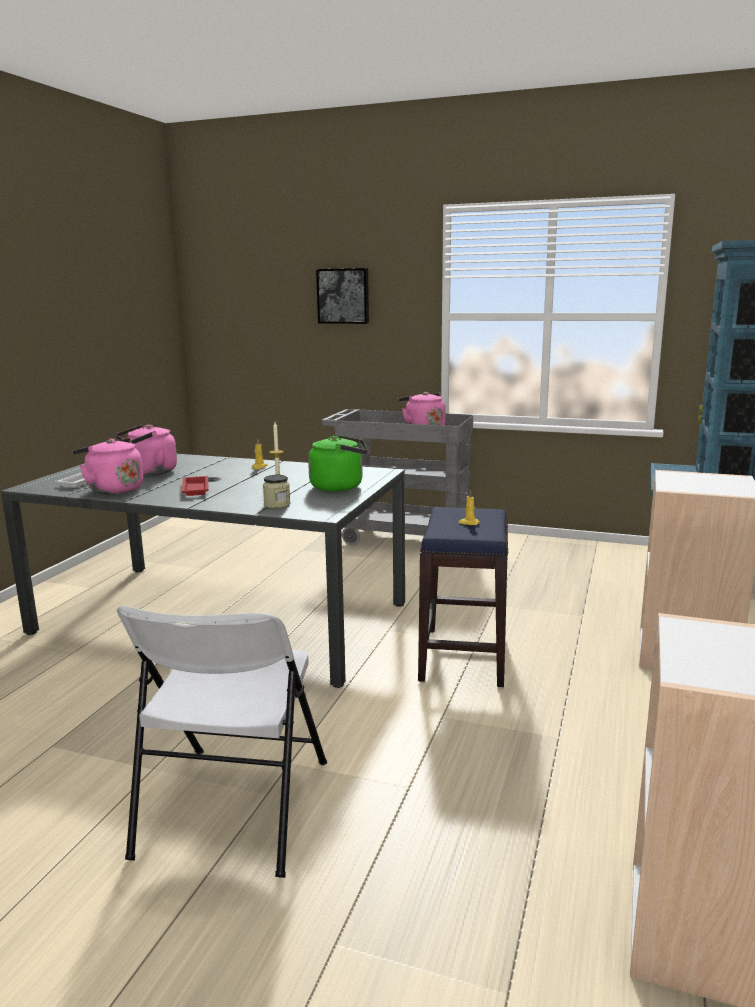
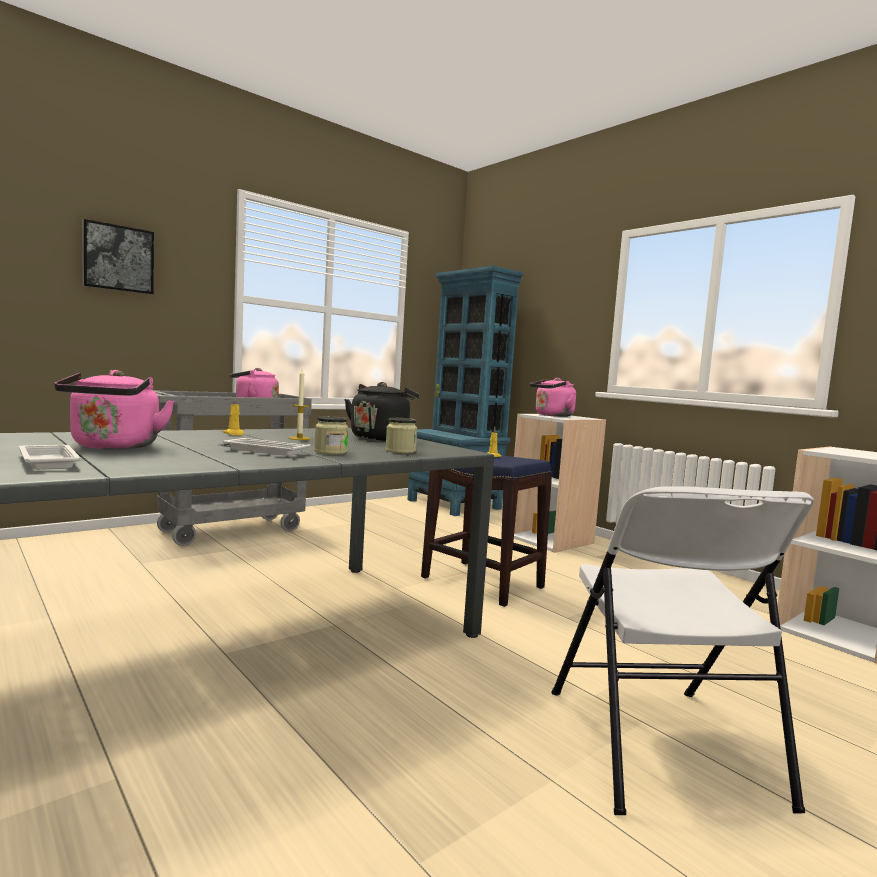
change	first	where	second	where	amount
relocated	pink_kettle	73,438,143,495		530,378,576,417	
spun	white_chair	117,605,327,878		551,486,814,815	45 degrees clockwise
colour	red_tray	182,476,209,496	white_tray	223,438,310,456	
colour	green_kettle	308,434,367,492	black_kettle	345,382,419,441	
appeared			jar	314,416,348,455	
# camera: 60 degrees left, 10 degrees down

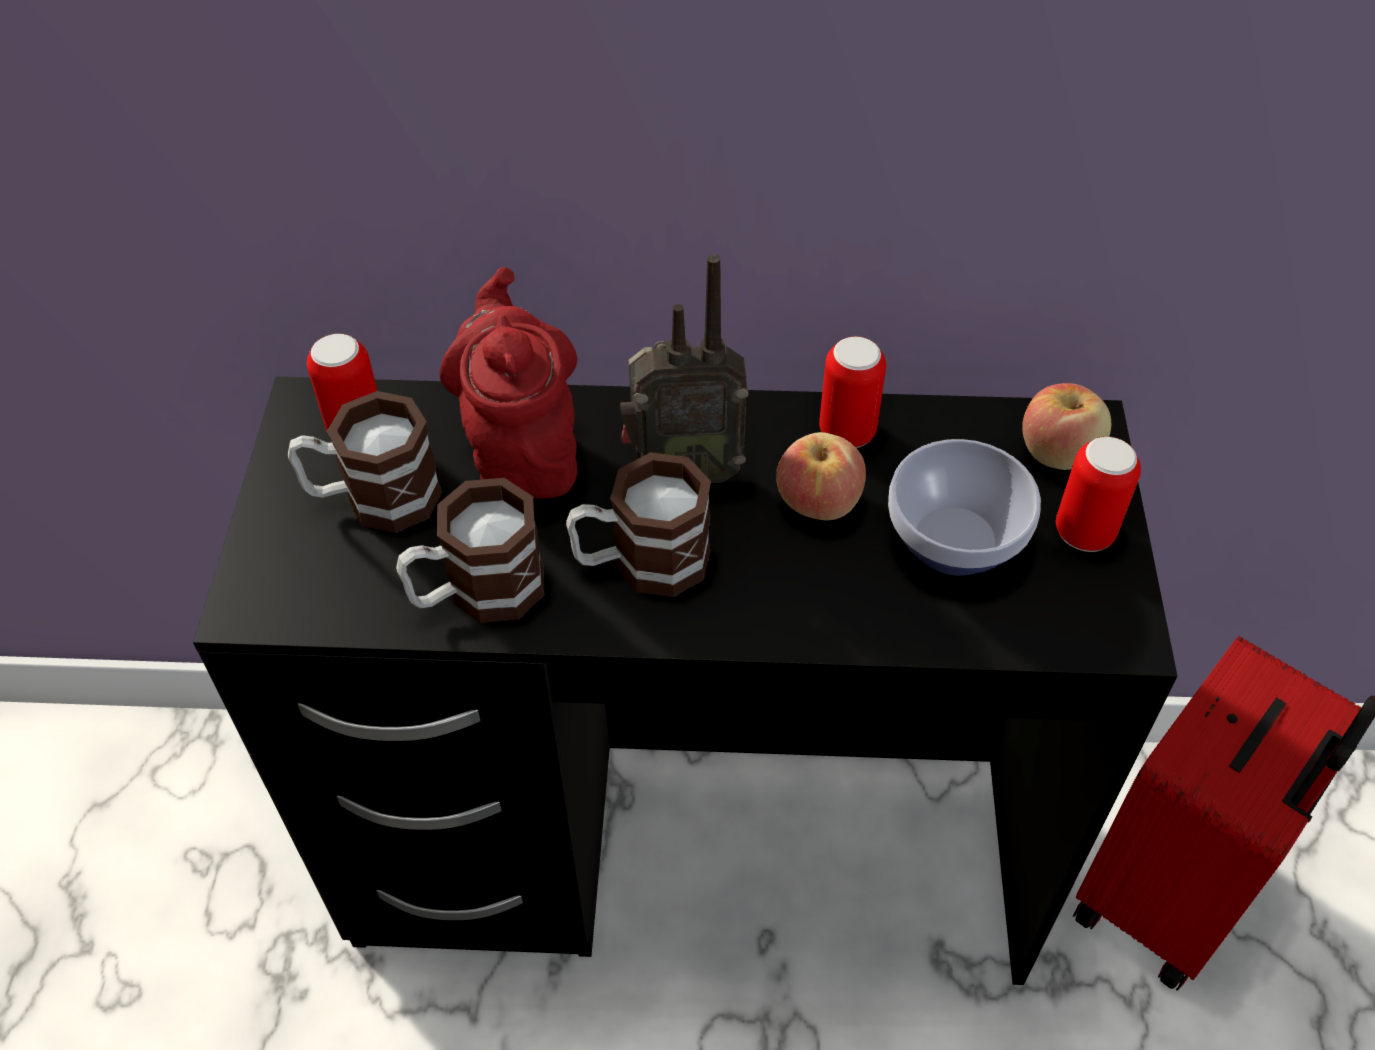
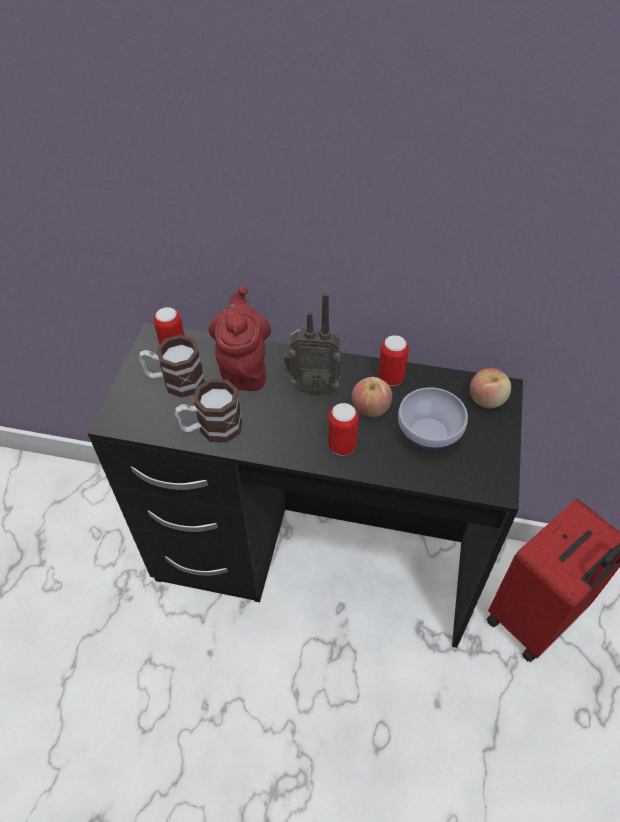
change	first	where	second	where	amount
missing	mug	566,452,711,597			
relocated	can	1056,436,1141,552		328,403,359,456	
# camera: 10 degrees right, 0 degrees up

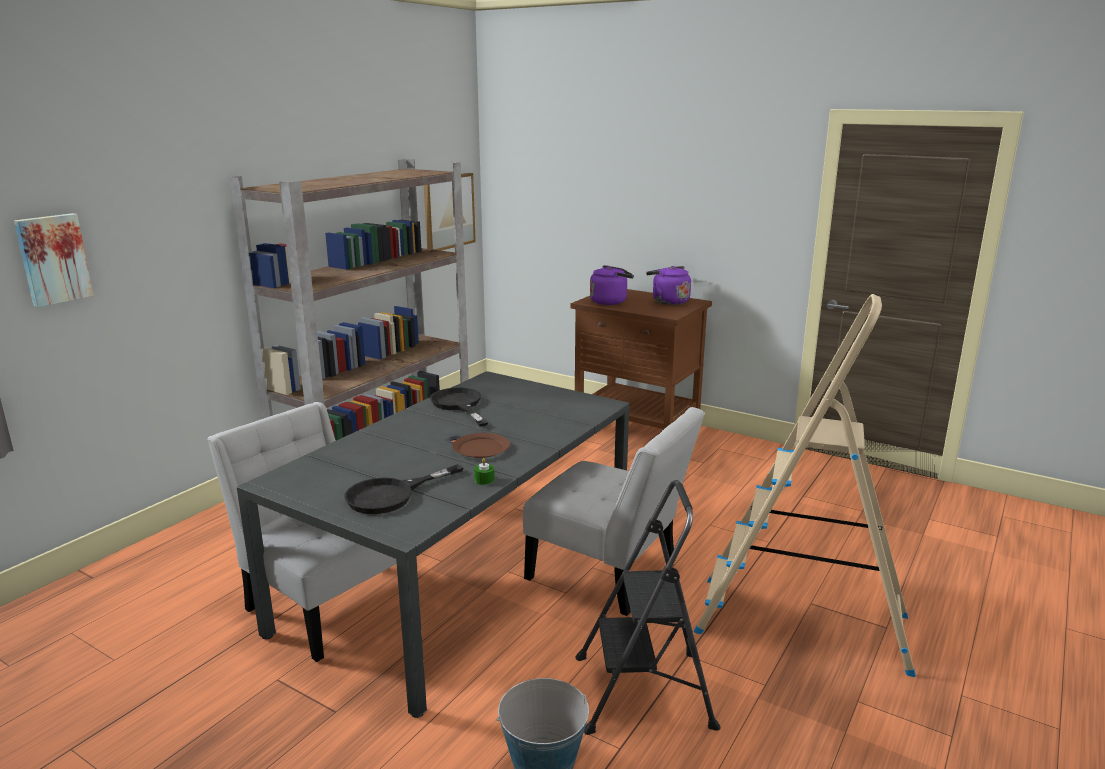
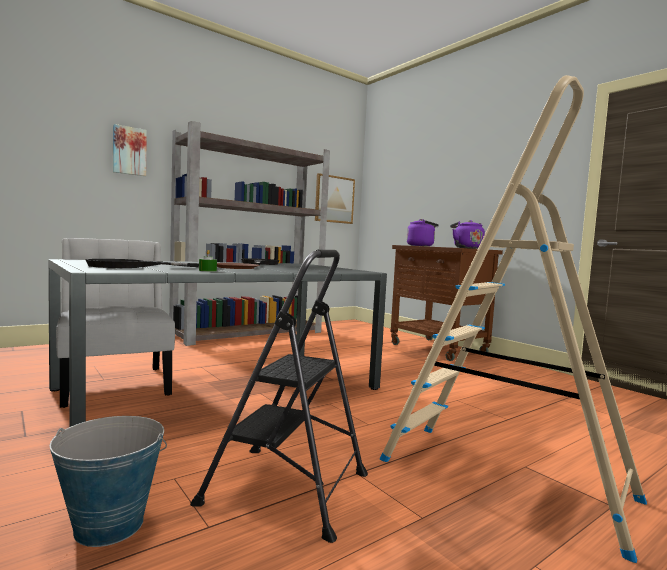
change	first	where	second	where	amount
relocated	picture	14,213,94,307		113,124,147,176	
missing	white_chair	523,407,705,616			
# camera: 20 degrees right, 15 degrees down

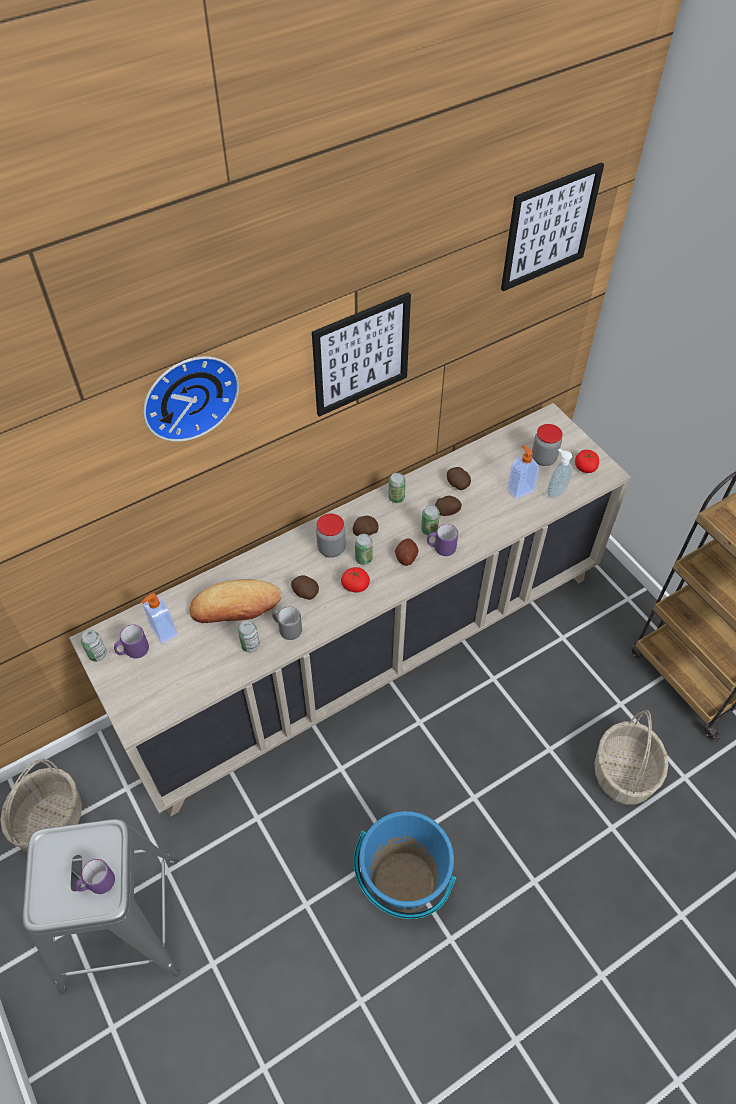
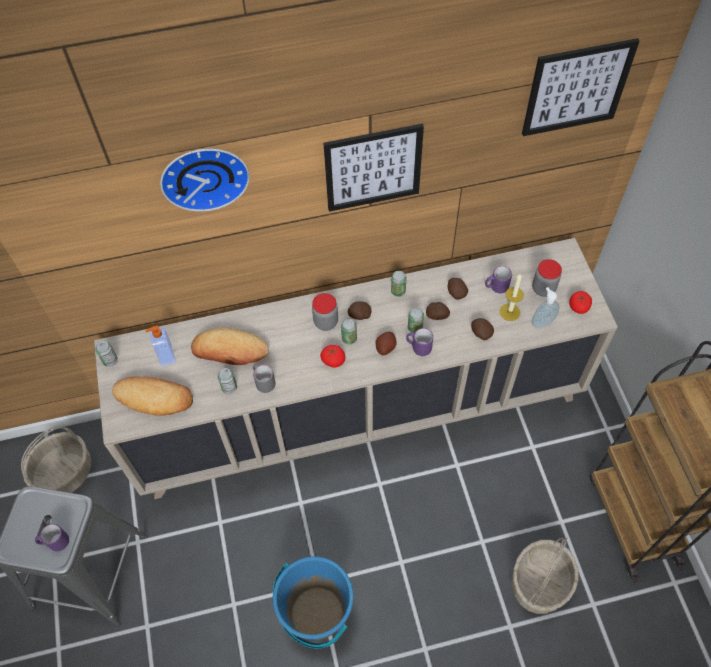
change	first	where	second	where	amount
relocated	purple_mug	114,625,149,658		485,266,512,294	
relocated	potato	291,575,319,600		471,318,494,340	
exchanged	soap_dispenser	507,445,539,499	candle	500,274,524,321	
appeared			bread	112,376,193,416	
# camera: 20 degrees right, 5 degrees up

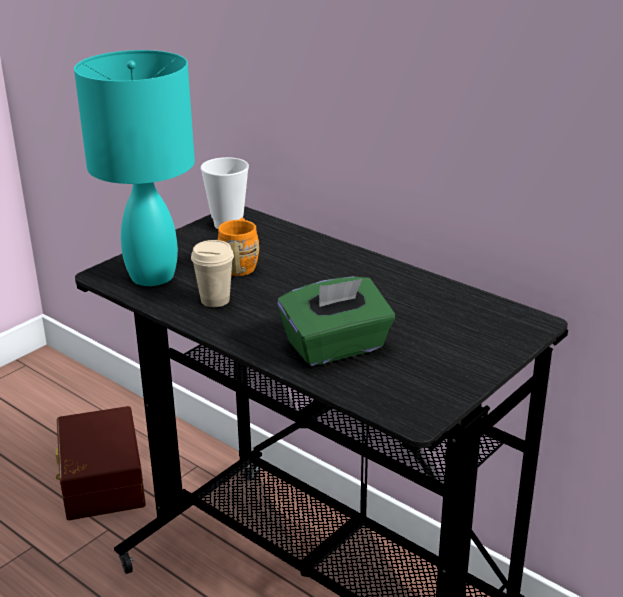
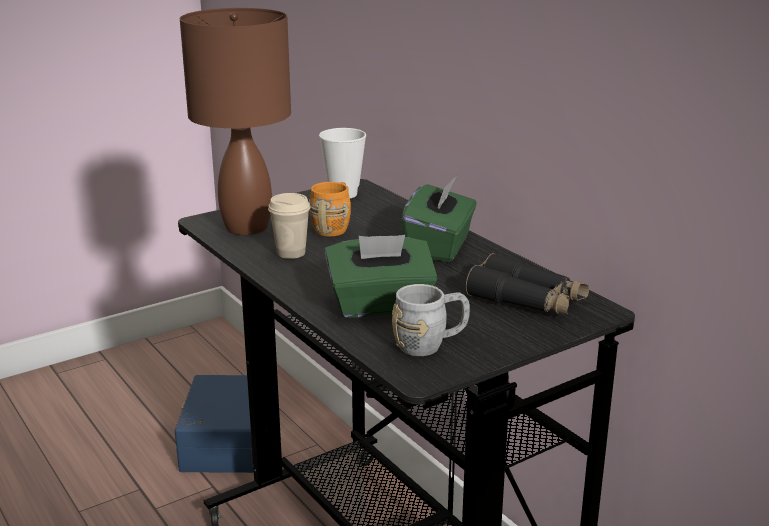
change	first	where	second	where	amount
colour	brown_storage_box	55,406,146,520	blue_storage_box	175,375,254,473	
colour	turquoise_table_lamp	74,50,195,286	brown_table_lamp	180,8,291,235	
appeared			grey_mug	392,284,470,356	
appeared			green_tissue_box	401,175,477,262	
appeared			black_binoculars	465,253,589,315	
# camera: 15 degrees right, 5 degrees down

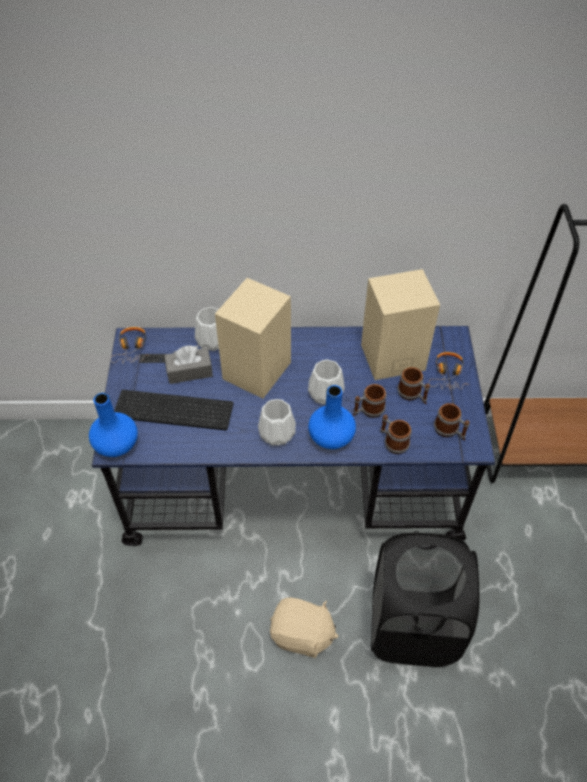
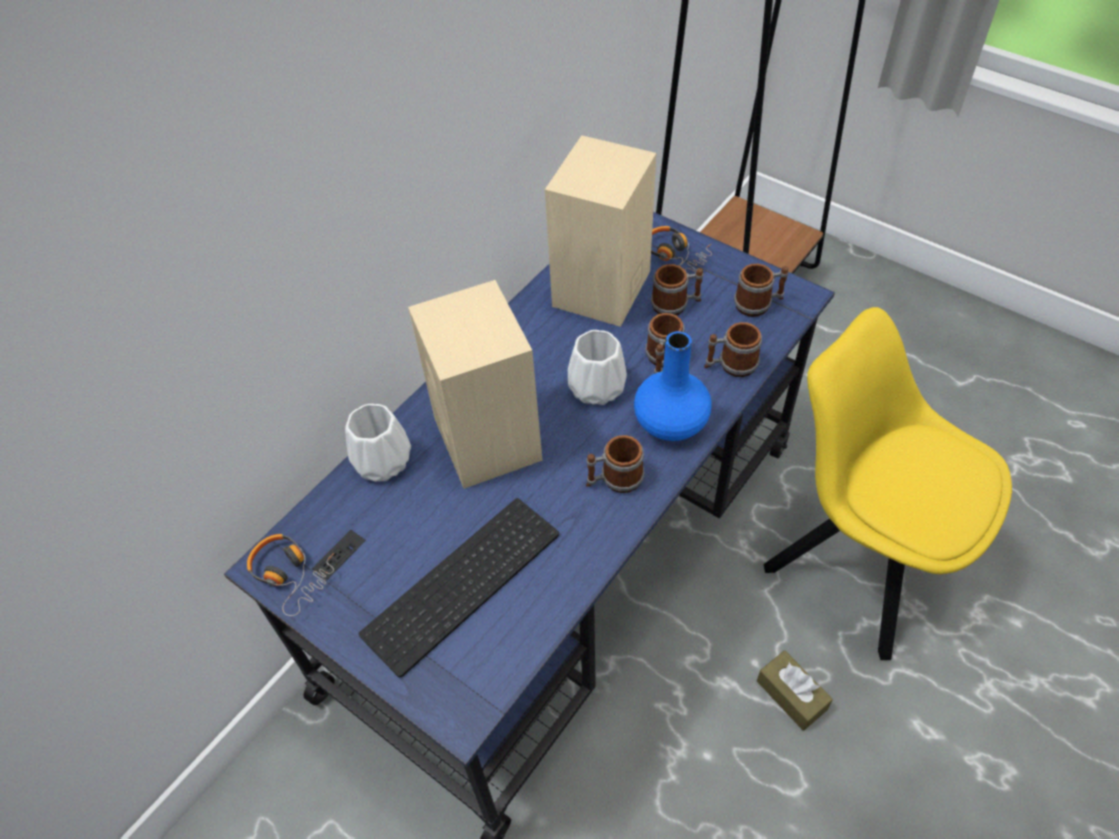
change	first	where	second	where	amount
missing	blue_vase	89,393,138,457			
missing	grey_tissue_box	164,345,213,384			
exchanged	white_vase	258,399,296,446	mug	586,435,644,493	
exchanged	beige_plush_toy	270,597,339,658	brown_tissue_box	757,650,833,731	
exchanged	black_laundry_basket	371,531,480,667	yellow_chair	764,307,1012,660	
# camera: 50 degrees left, 0 degrees up

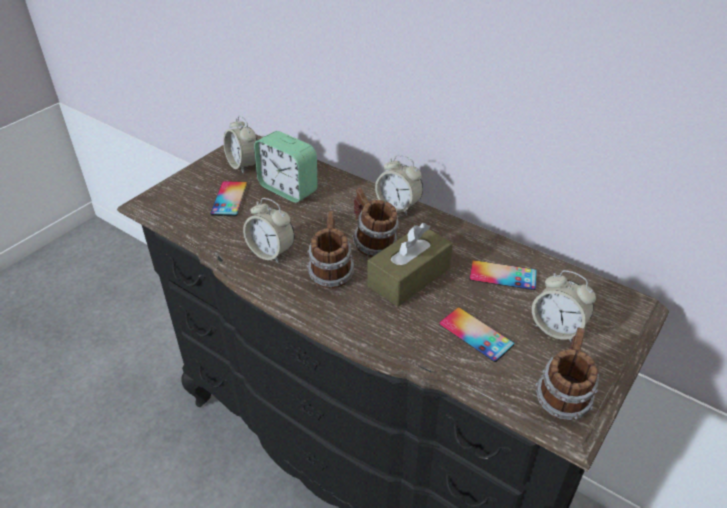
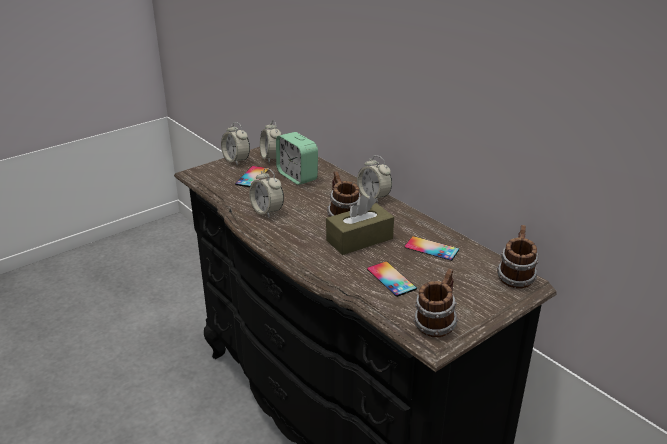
change	first	where	second	where	amount
relocated	mug	307,211,354,288		497,225,538,289	
relocated	alarm_clock	532,270,596,342		221,122,250,166	
# camera: 15 degrees right, 10 degrees down

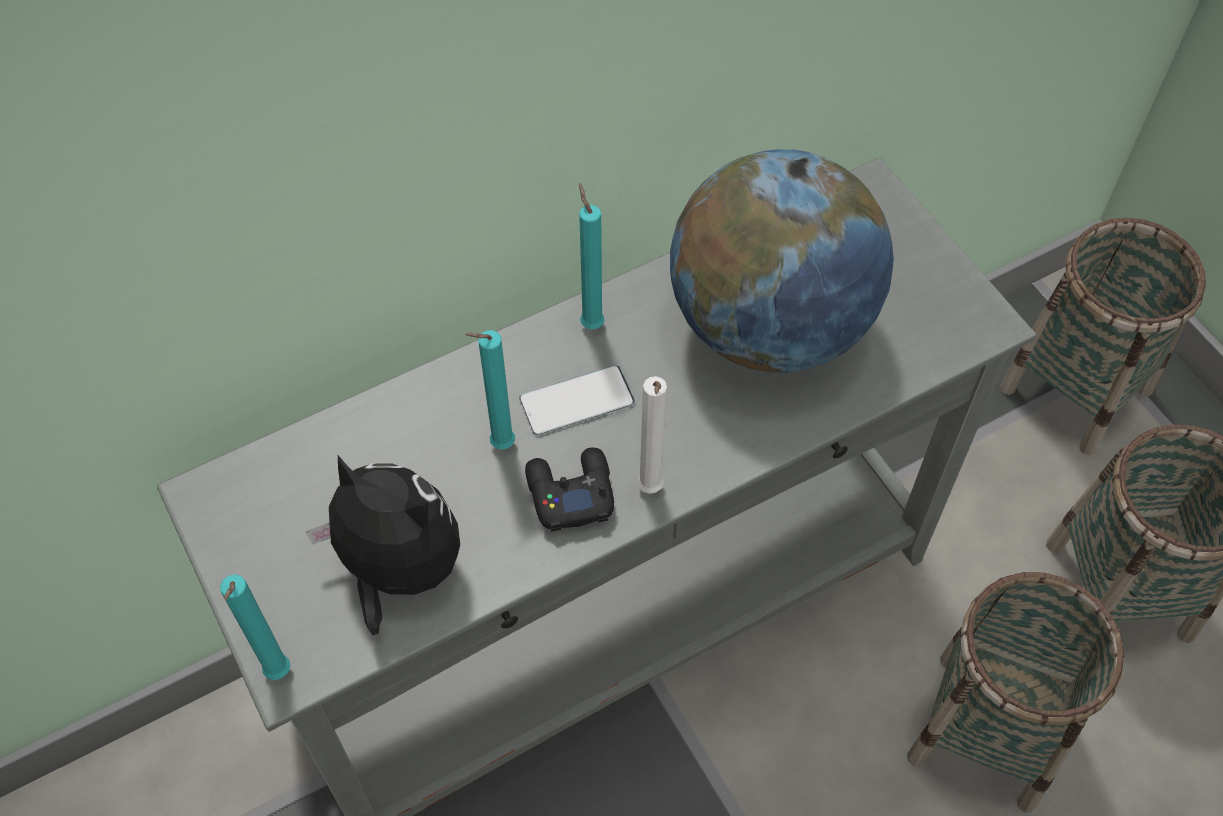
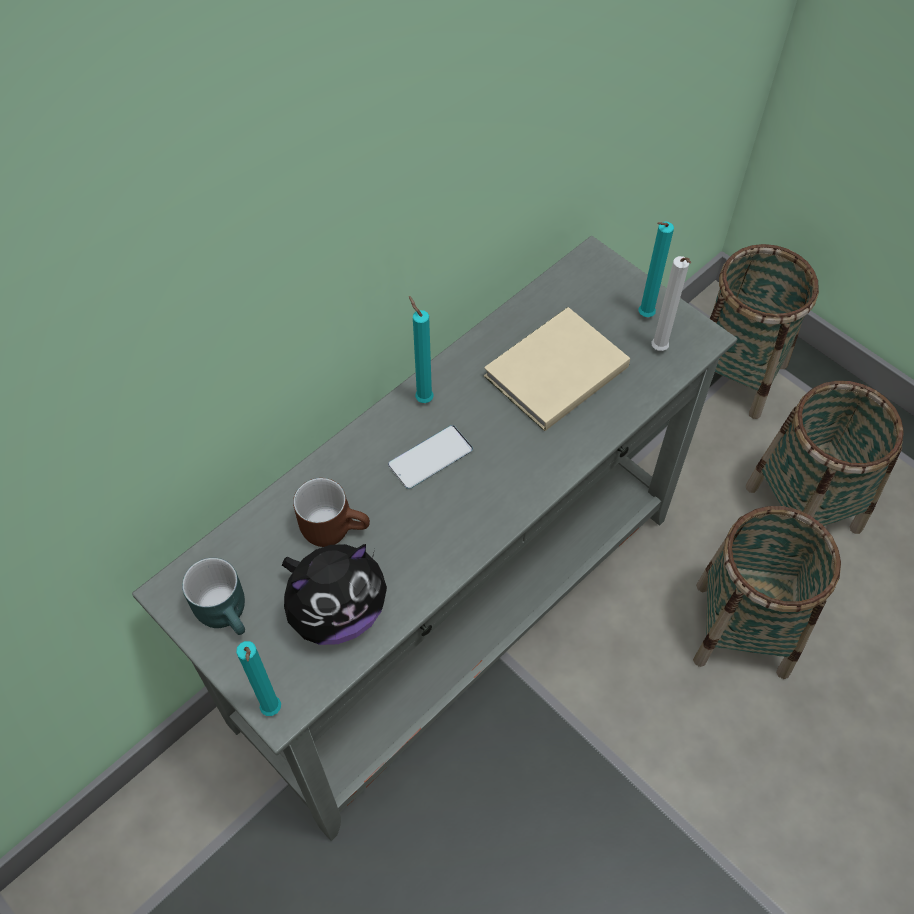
change	first	where	second	where	amount
spun	plush_toy	306,455,460,635		282,544,387,645	135 degrees clockwise
relocated	turquoise_candle	465,330,515,449		638,222,674,317	
missing	black_game_controller	525,448,614,532			
relocated	white_candle	637,376,667,494		652,256,691,351	
exchanged	globe	670,149,894,373	beige_book	484,307,630,431	
appeared			turquoise_mug	182,558,245,635	
appeared			brown_mug	293,478,370,547	
# camera: 15 degrees left, 0 degrees up

